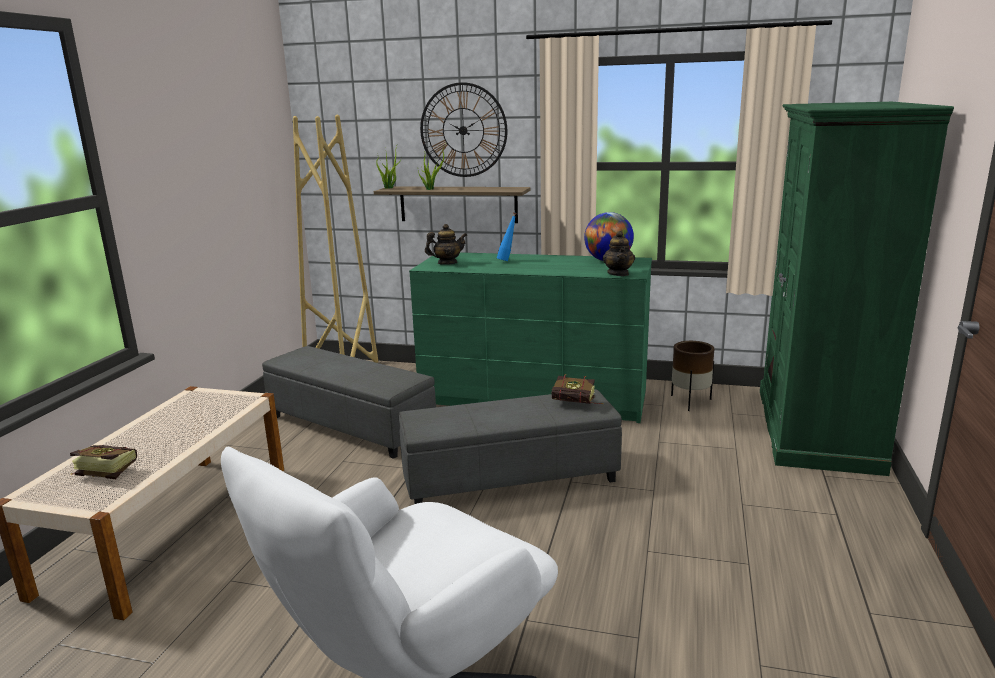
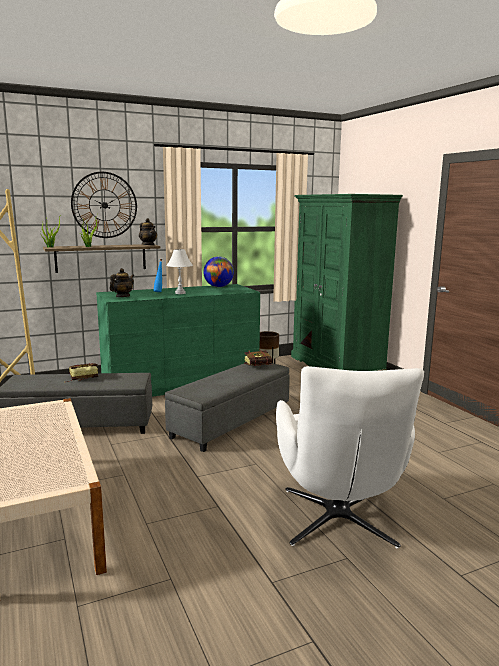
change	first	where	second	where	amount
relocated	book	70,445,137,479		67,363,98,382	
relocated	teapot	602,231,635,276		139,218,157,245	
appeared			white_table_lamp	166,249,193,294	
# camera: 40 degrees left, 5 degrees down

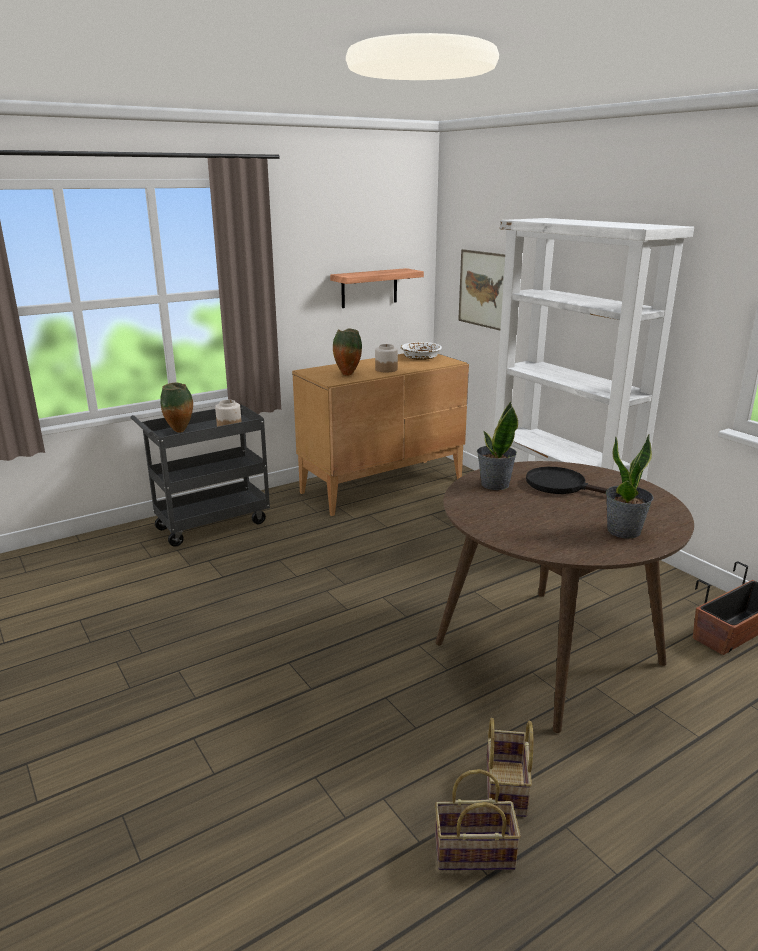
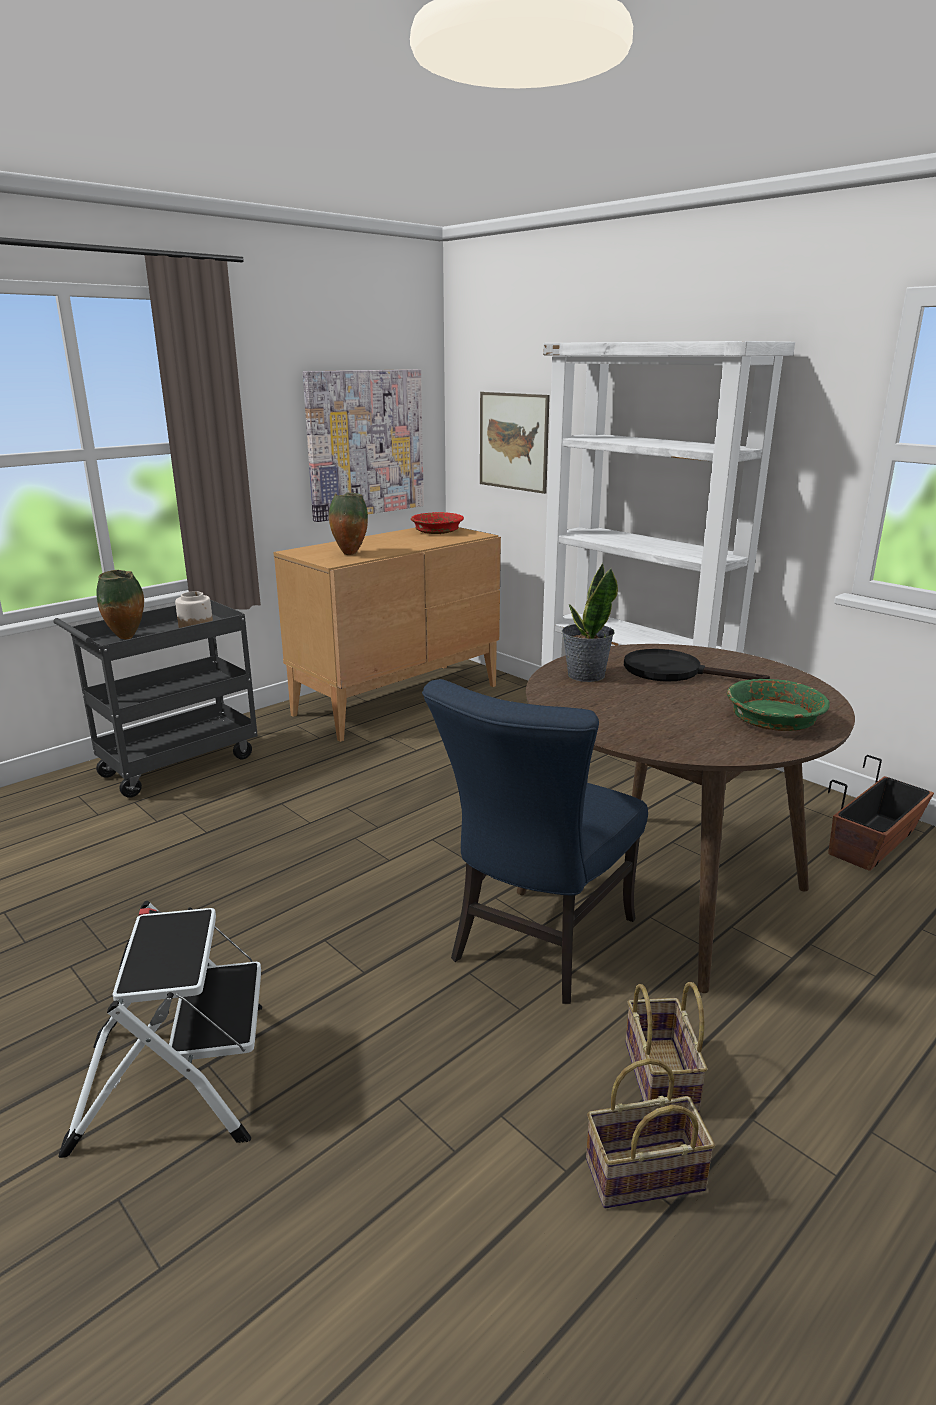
change	first	where	second	where	amount
exchanged	shelf	330,268,424,308	picture	303,369,424,522	
missing	jar	375,344,398,372			
colour	white_bowl	401,342,442,360	red_bowl	411,512,464,534	
exchanged	potted_plant	606,434,654,539	green_bowl	727,679,830,731	
appeared			step_ladder	58,901,262,1158	
appeared			blue_chair	422,679,648,1004	
# camera: 10 degrees left, 0 degrees up

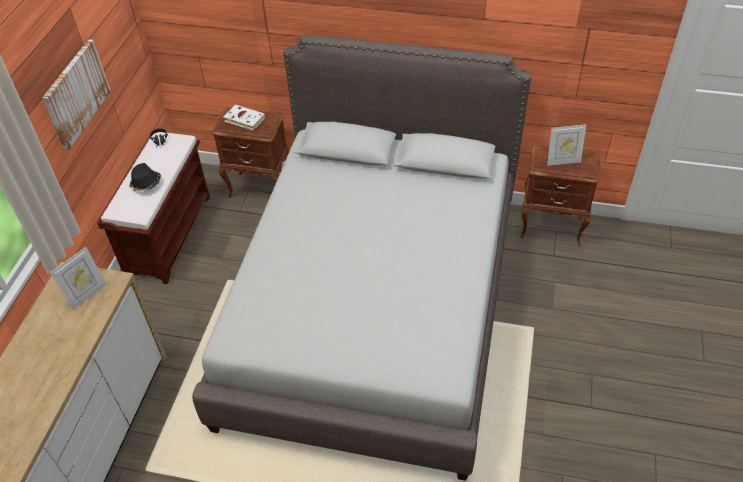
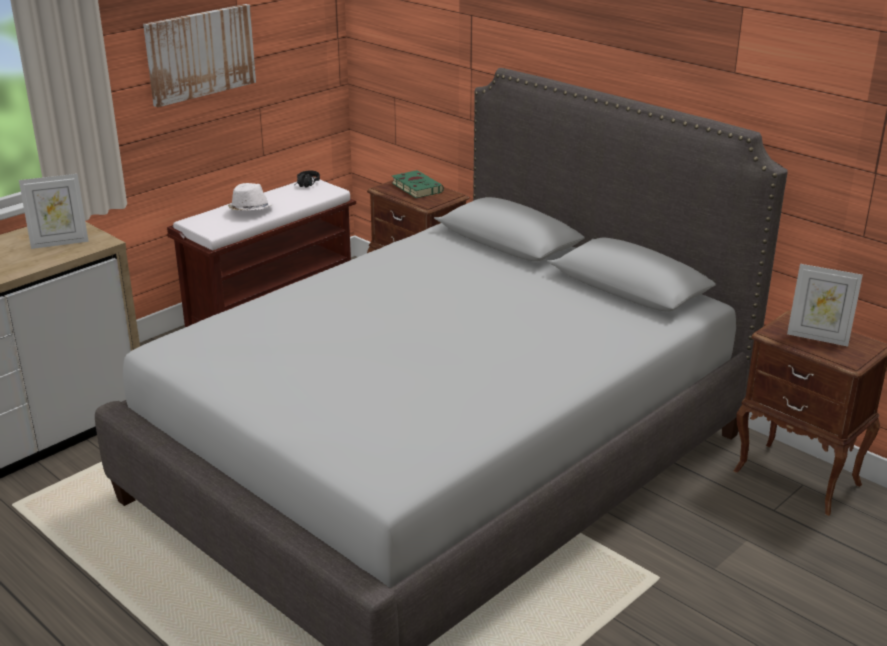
change	first	where	second	where	amount
colour	black_hat	129,163,161,192	white_hat	228,183,274,211	
colour	white_book	224,105,265,131	green_book	392,170,444,198	
# camera: 30 degrees right, 20 degrees down

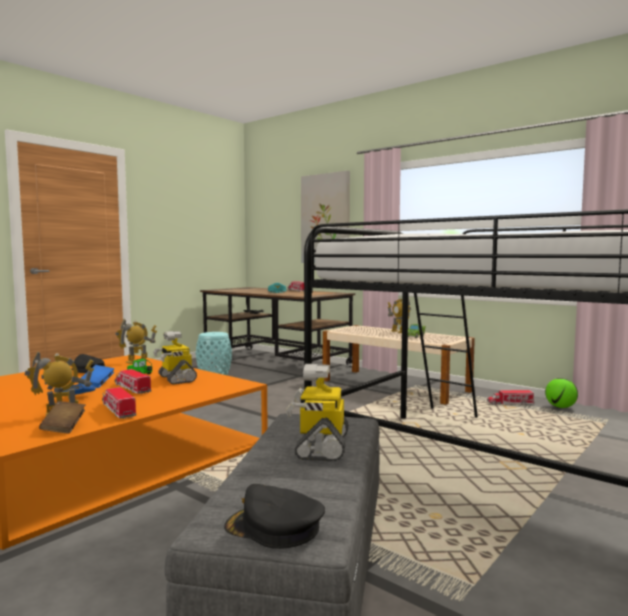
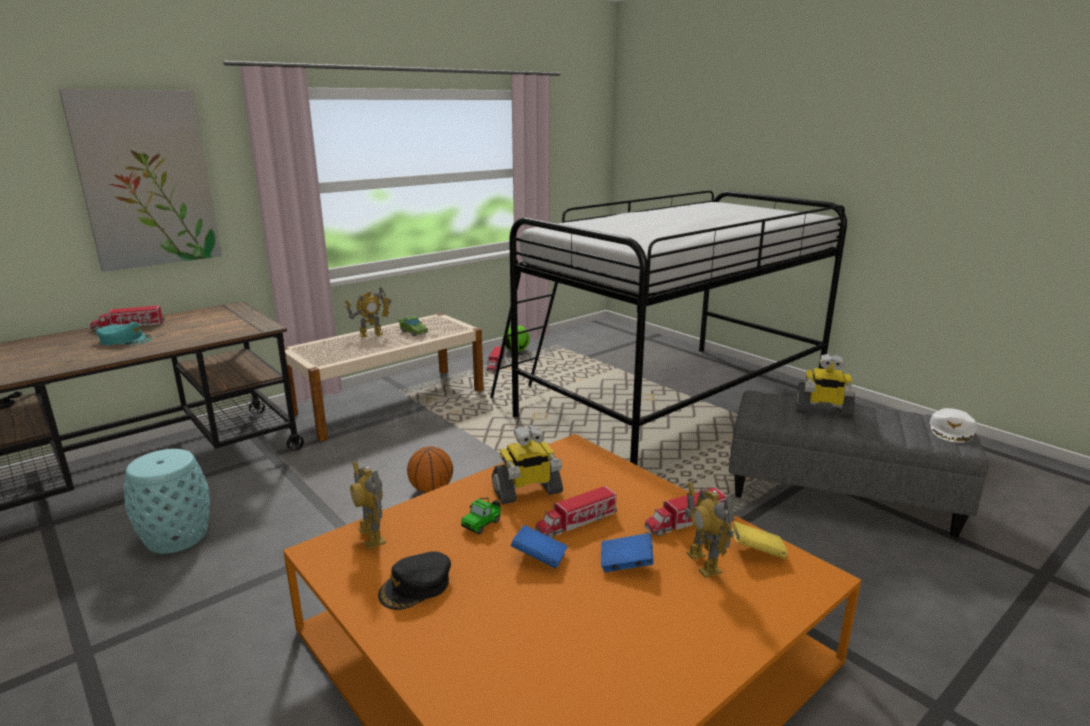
change	first	where	second	where	amount
colour	brown_book	39,401,85,433	yellow_book	731,521,788,559	
colour	black_cap	224,484,325,549	white_cap	929,408,977,443	
appeared			basketball	407,446,453,493	
# camera: 80 degrees left, 15 degrees up

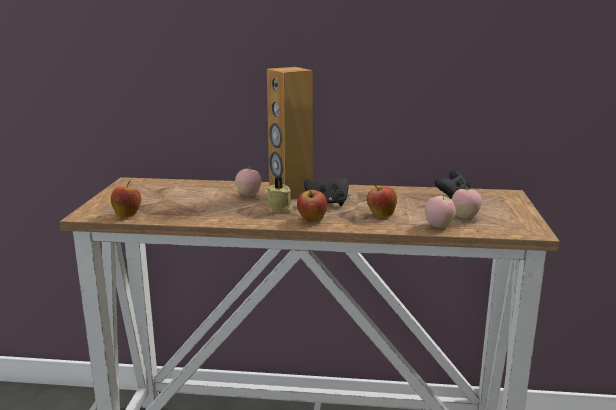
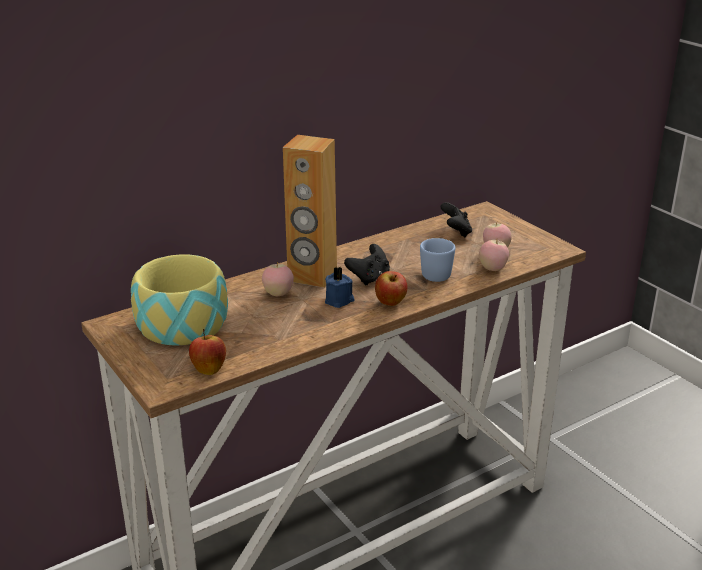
change	first	where	second	where	amount
colour	beige_candle	267,177,293,213	blue_candle	325,267,355,308	
exchanged	apple	367,184,397,218	blue_mug	420,238,455,282	
appeared			bowl	131,254,228,345	
# camera: 40 degrees left, 10 degrees up

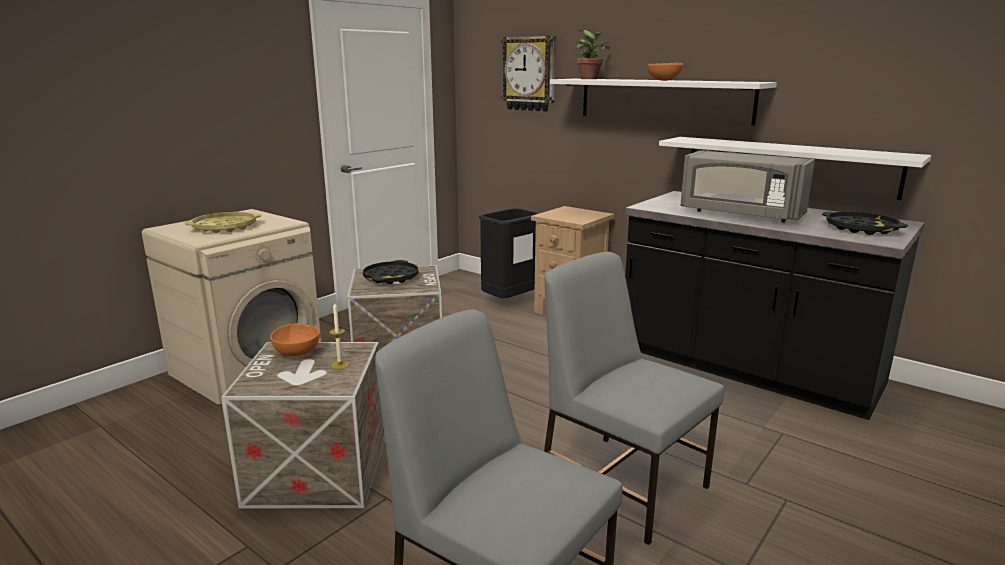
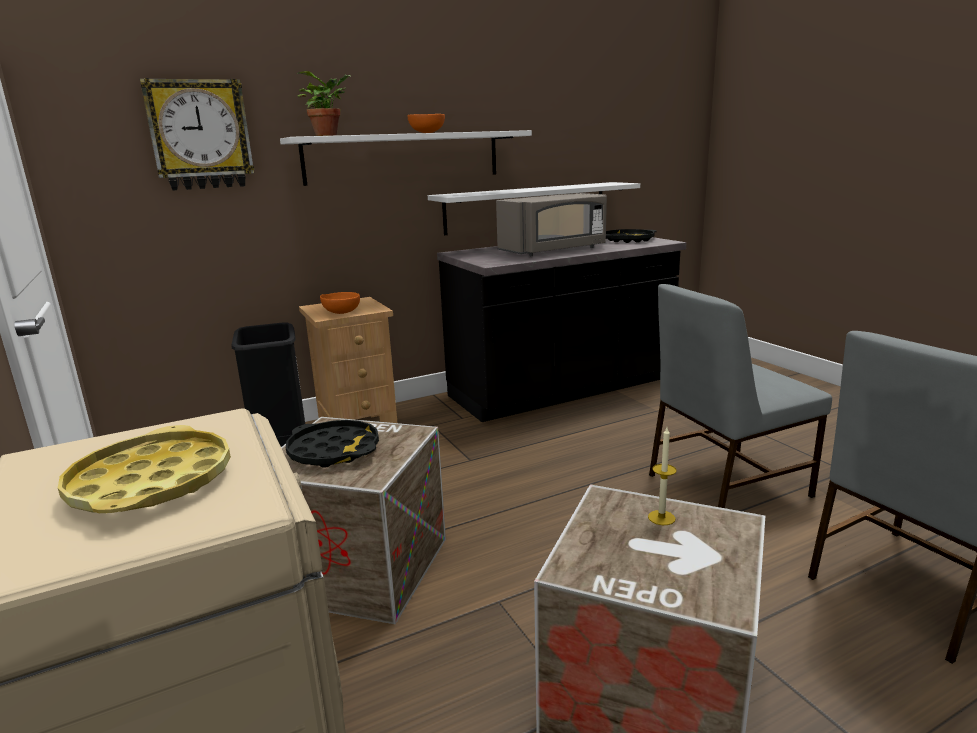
change	first	where	second	where	amount
relocated	orange_bowl	270,323,320,356		320,292,360,314	
# camera: 65 degrees left, 0 degrees up

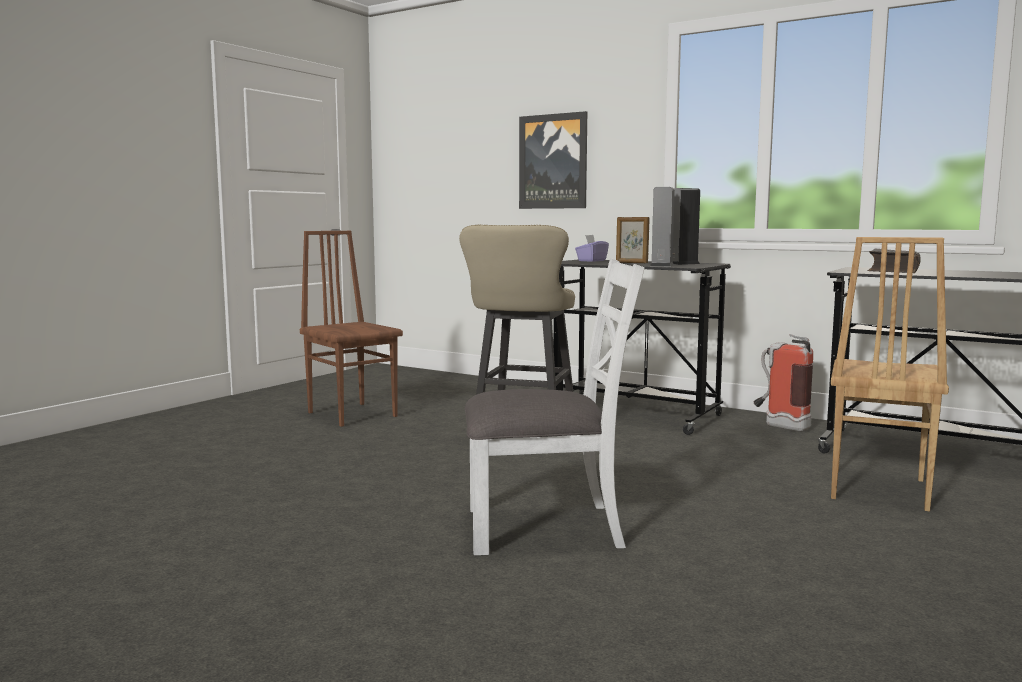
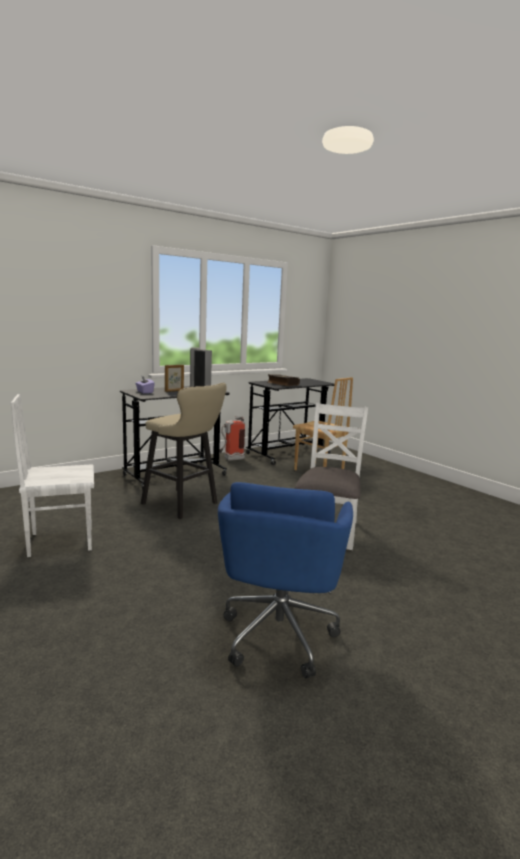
change	first	where	second	where	amount
colour	brown_chair	300,231,403,427	white_chair	11,394,94,557	
missing	picture	519,111,587,209			
appeared			blue_office_chair	218,482,353,678	
# camera: 70 degrees left, 5 degrees up

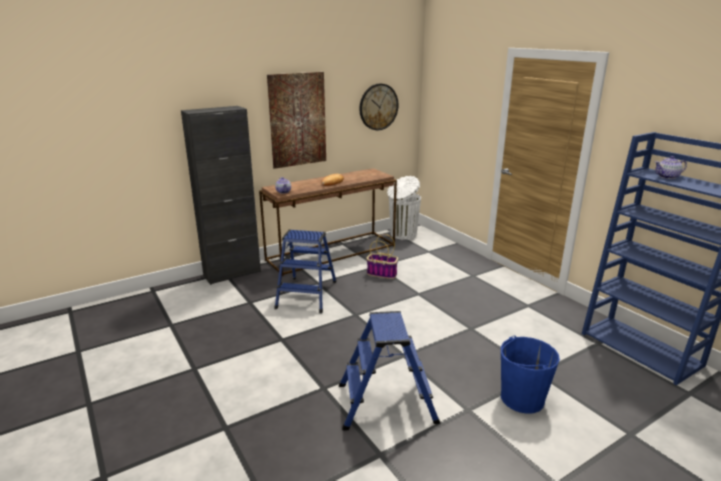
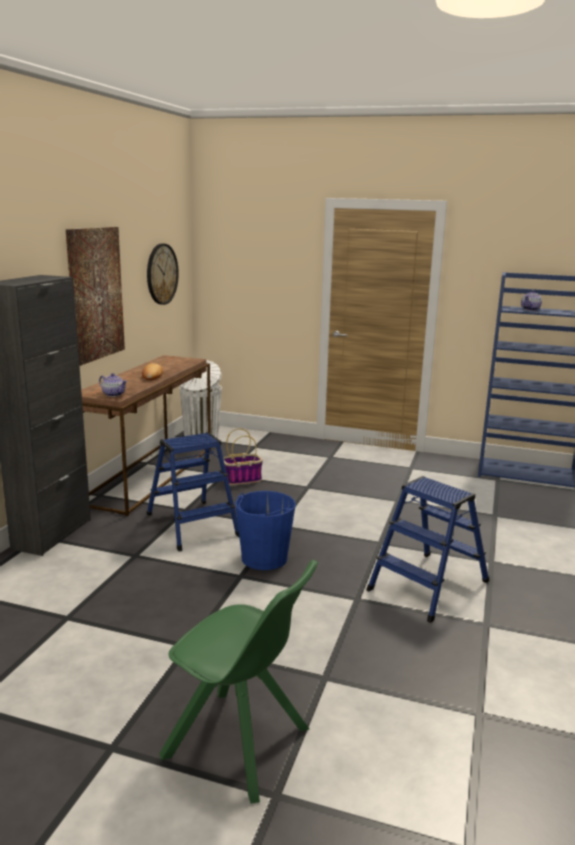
change	first	where	second	where	amount
relocated	blue_bucket	501,335,560,414		235,491,296,570	
appeared			green_chair	159,560,318,804	
# camera: 40 degrees left, 5 degrees down

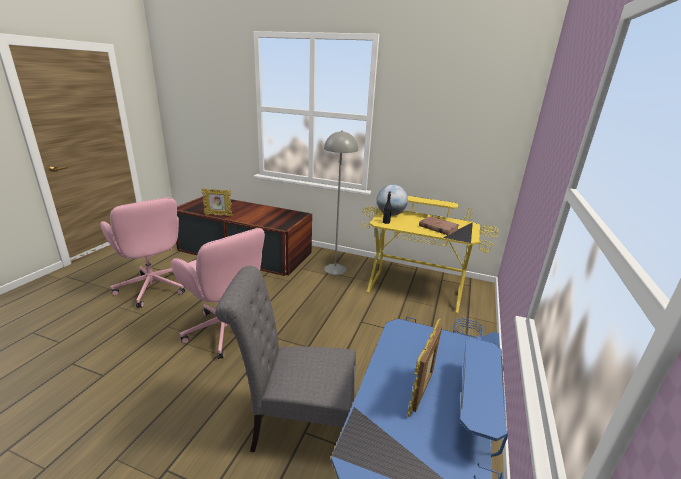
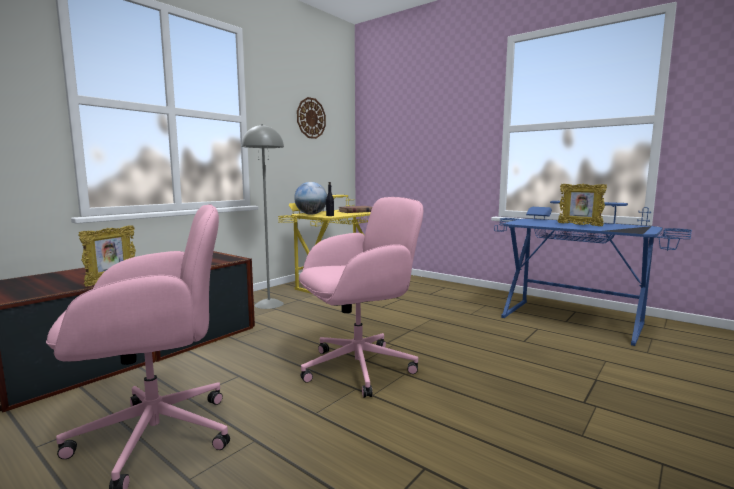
change	first	where	second	where	amount
missing	grey_chair	215,266,356,452			
appeared			wall_clock	297,97,326,139	
# camera: 70 degrees left, 15 degrees down

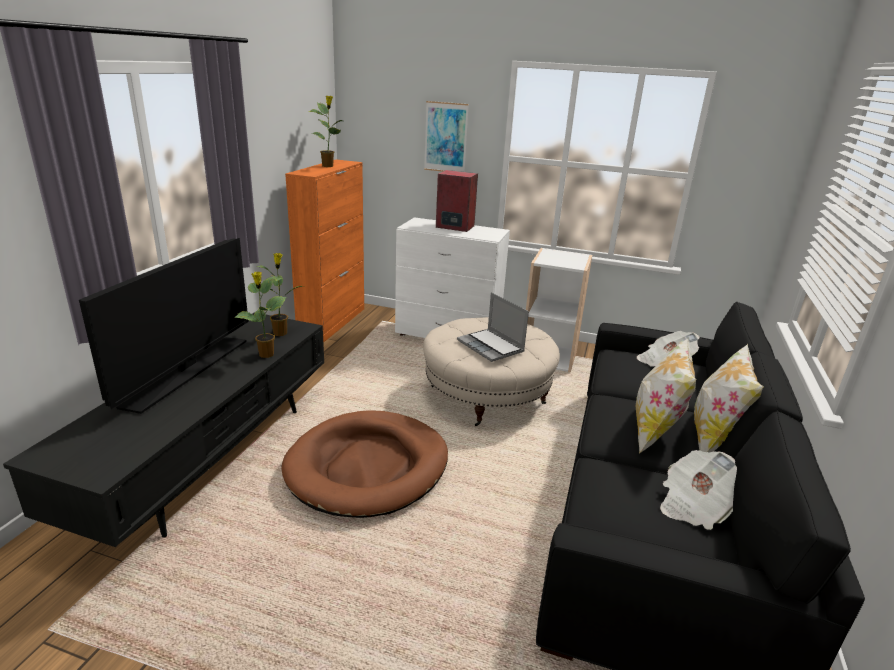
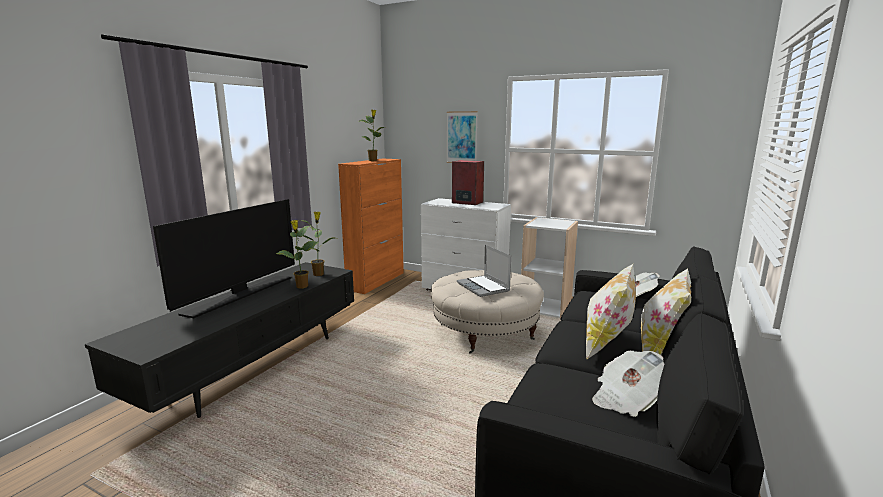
change	first	where	second	where	amount
missing	brown_dog_bed	281,410,448,518			
# camera: 10 degrees right, 10 degrees down

